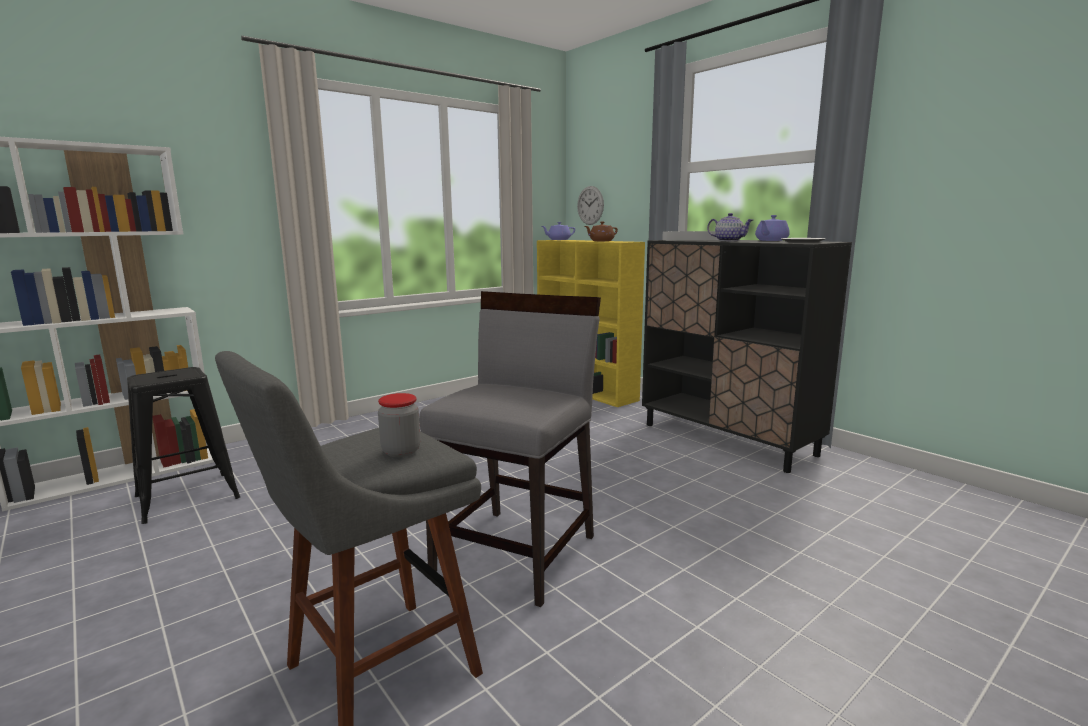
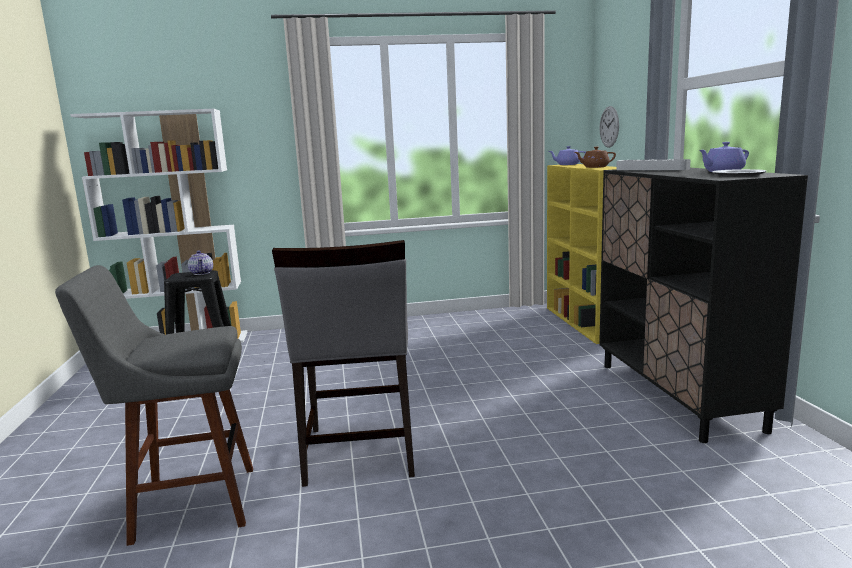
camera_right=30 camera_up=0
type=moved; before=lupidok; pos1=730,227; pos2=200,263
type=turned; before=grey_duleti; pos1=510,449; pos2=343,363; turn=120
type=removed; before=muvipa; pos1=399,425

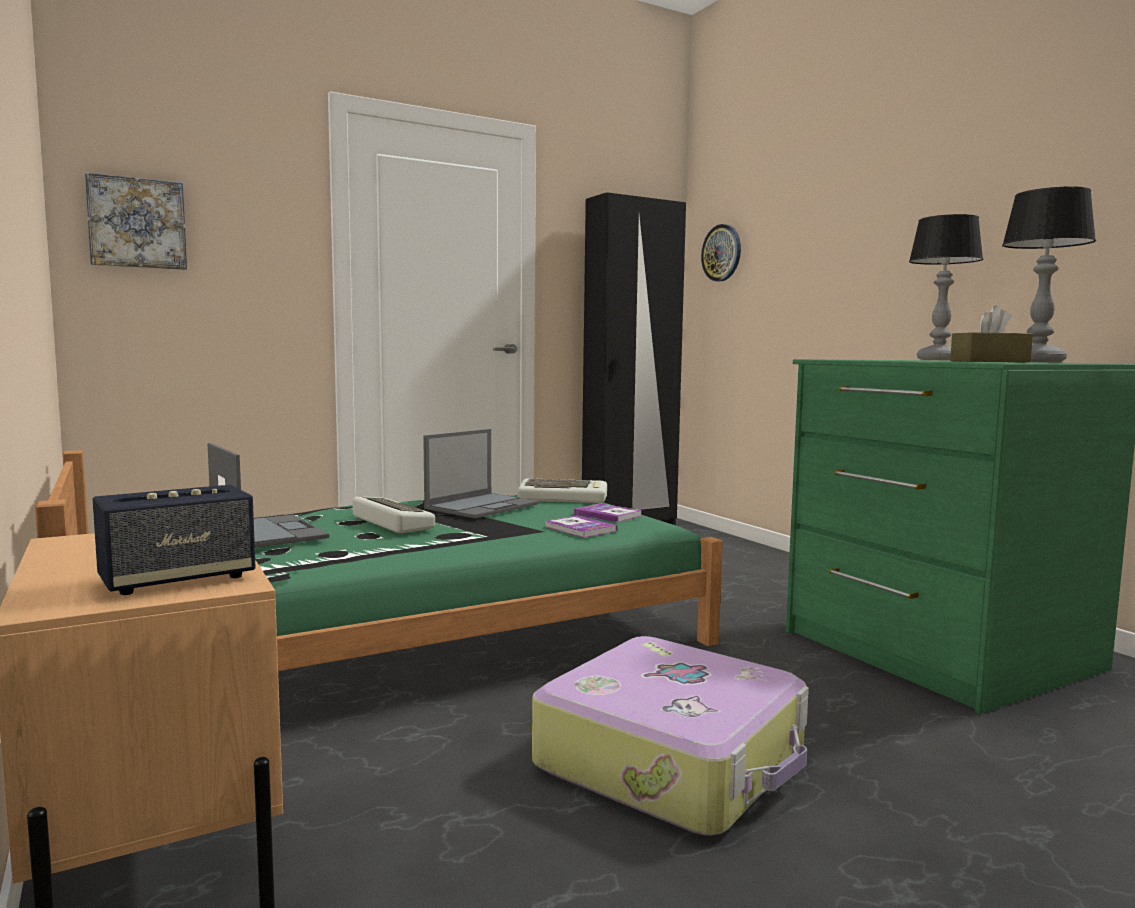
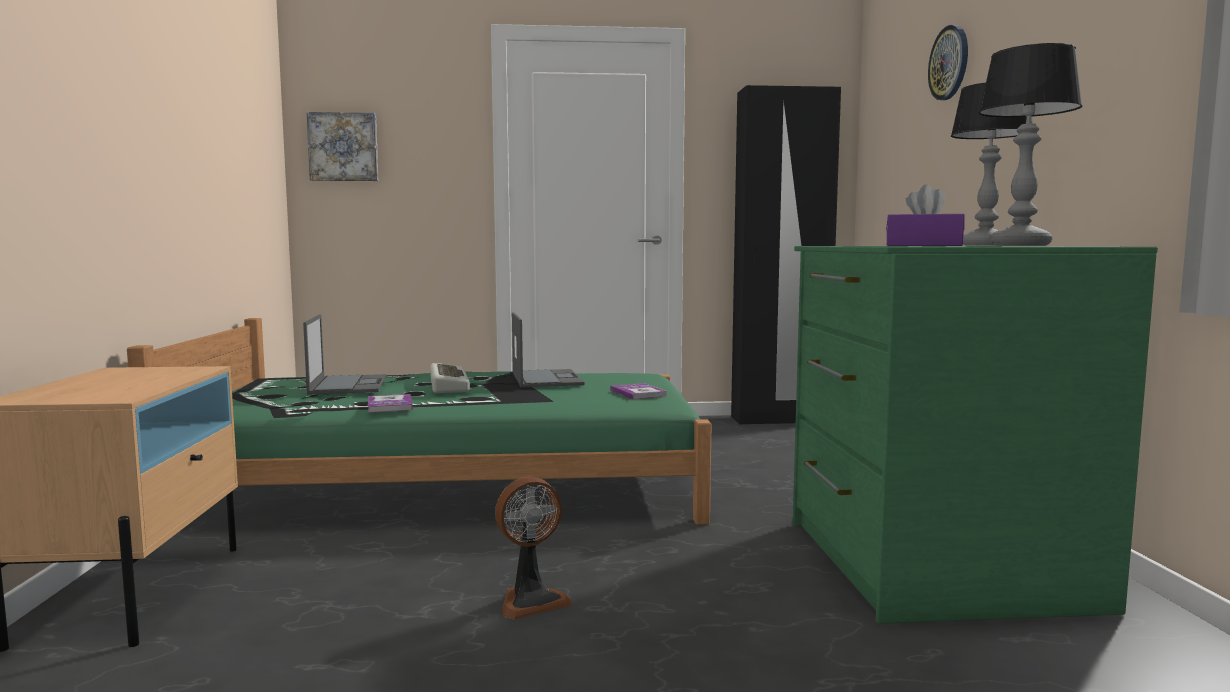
camera_right=25 camera_up=0
type=moved; before=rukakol; pos1=581,527; pos2=390,403
type=replaced; before=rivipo; after=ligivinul; pos1=670,736; pos2=533,548
type=turned; before=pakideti; pos1=481,473; pos2=548,350; turn=-75
type=recoloured; before=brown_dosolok; after=purple_dosolok; pos1=991,334; pos2=925,215
type=moved; before=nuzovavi; pos1=721,253; pos2=948,62
type=removed; before=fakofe; pos1=174,540
type=removed; before=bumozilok; pos1=562,490

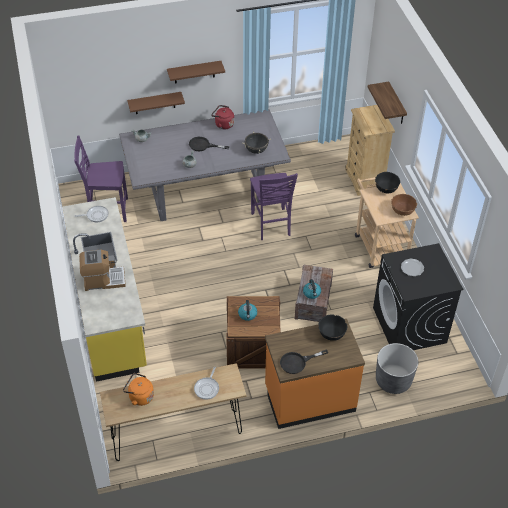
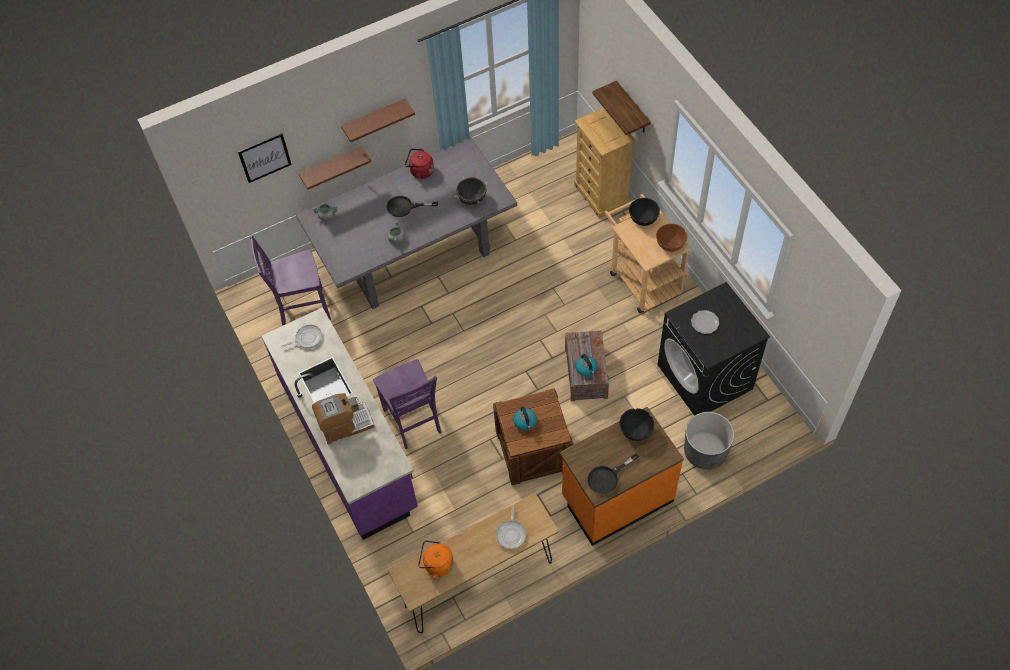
camera_right=-10 camera_up=10
type=added; after=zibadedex; pos2=265,158
type=recoloured; before=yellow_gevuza; after=purple_gevuza; pos1=105,289; pos2=340,423
type=moved; before=purple_duleti; pos1=274,206; pos2=407,404

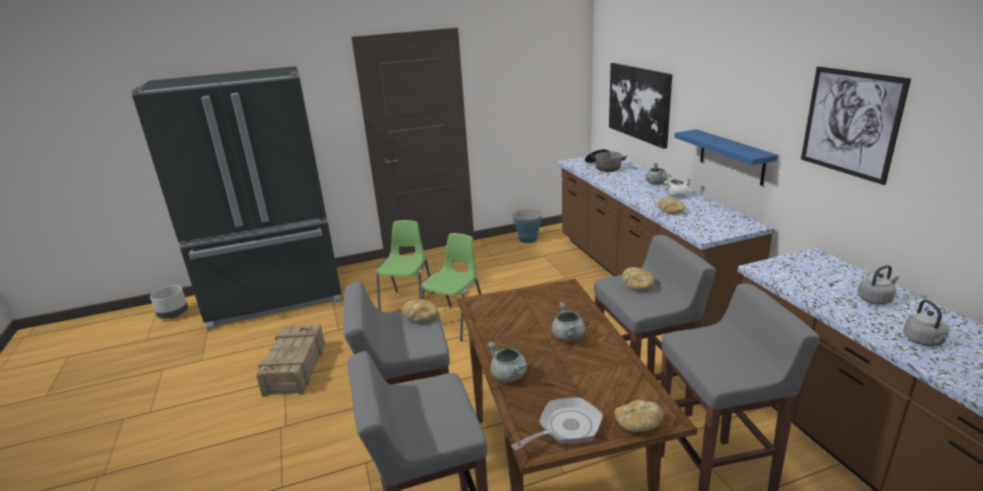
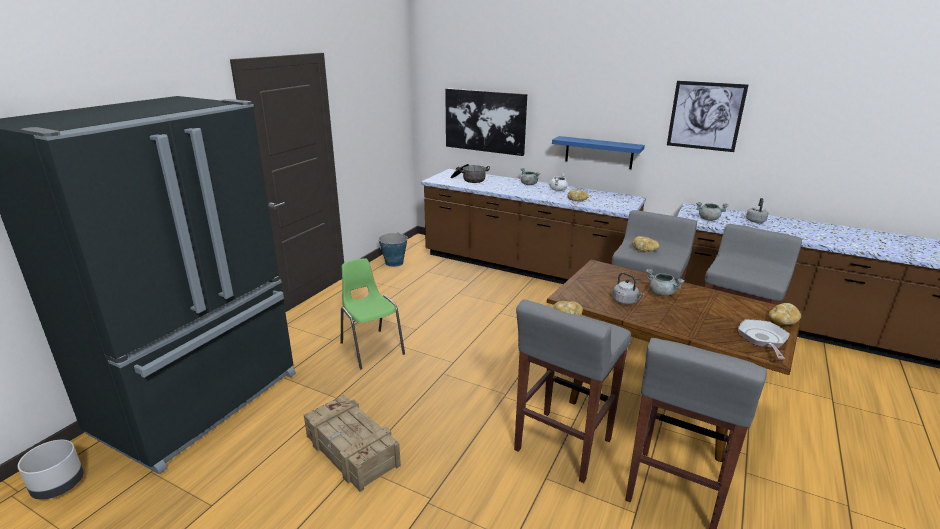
camera_right=-45 camera_up=0
type=moved; before=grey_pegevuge; pos1=926,323; pos2=628,288
type=moved; before=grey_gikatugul; pos1=507,362; pos2=712,211
type=removed; before=green_duleti; pos1=451,287

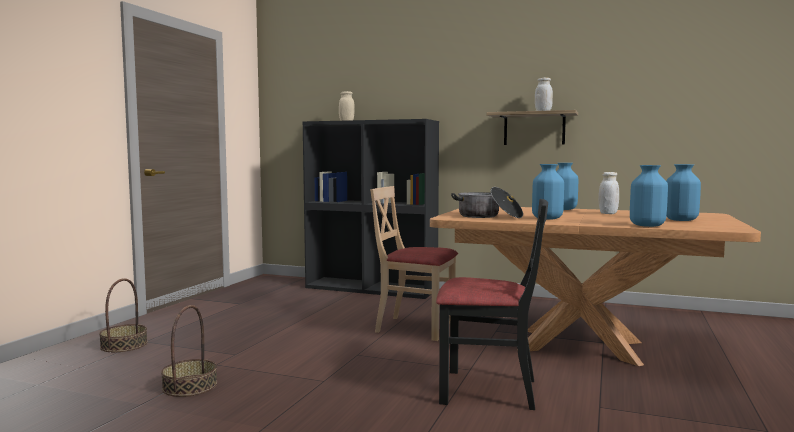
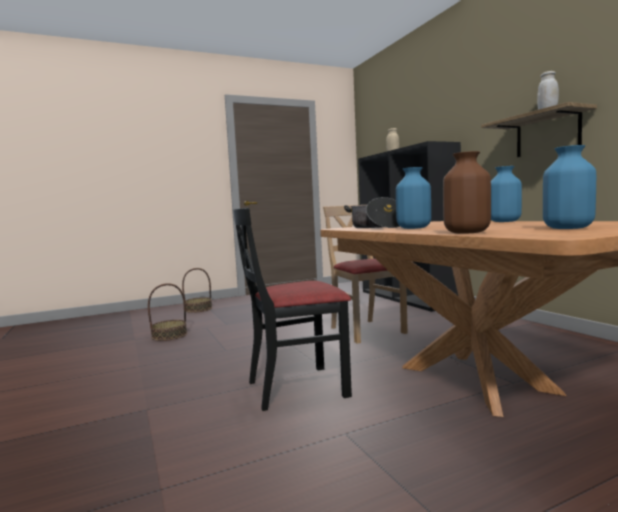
camera_right=45 camera_up=0
type=turned; before=black_duleti; pos1=492,304; pos2=292,309; turn=105
type=recoloured; before=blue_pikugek; after=brown_pikugek; pos1=649,196; pos2=467,192
type=removed; before=white_muvipa; pos1=608,193

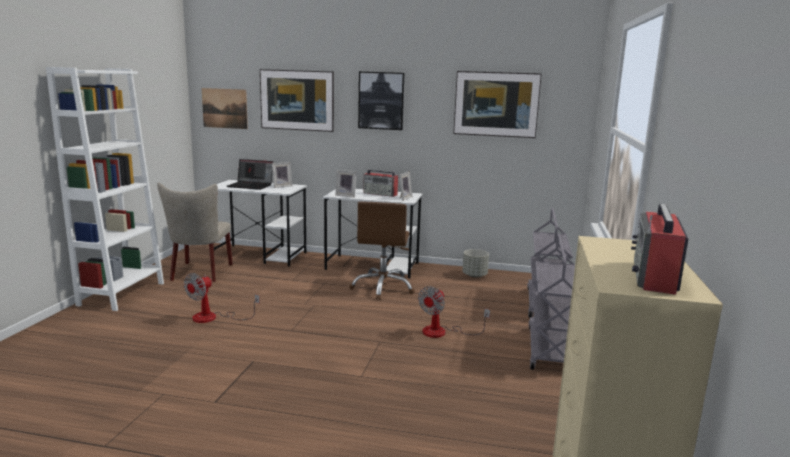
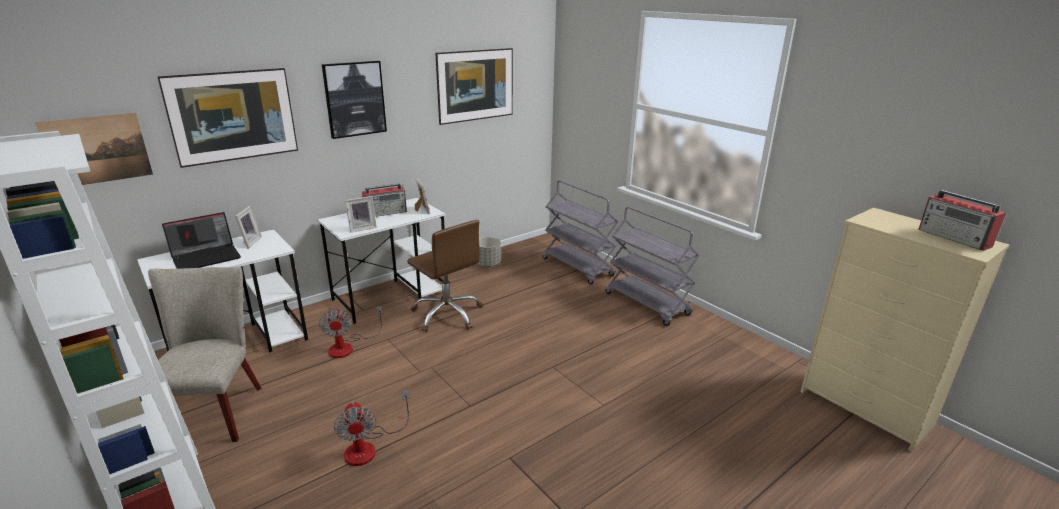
camera_right=-50 camera_up=10
type=turned; before=beige_duleti; pos1=195,232; pos2=204,354; turn=-135
type=moved; before=ligivinul; pos1=454,312; pos2=351,332

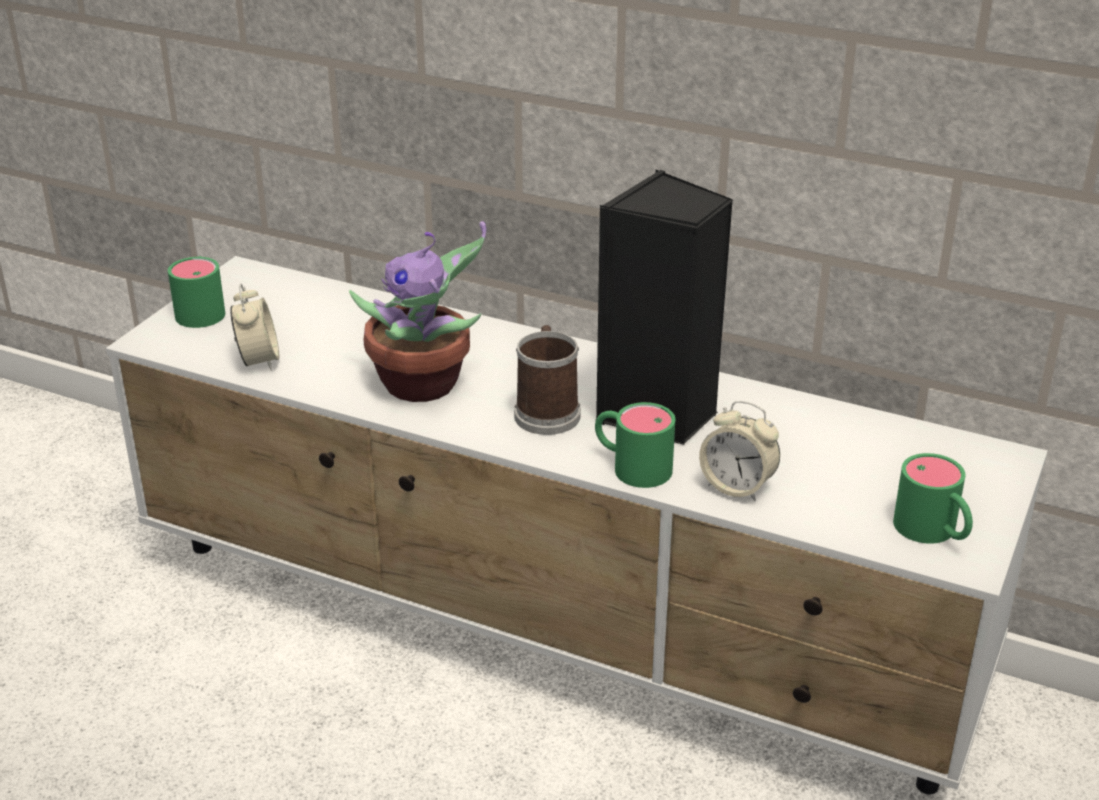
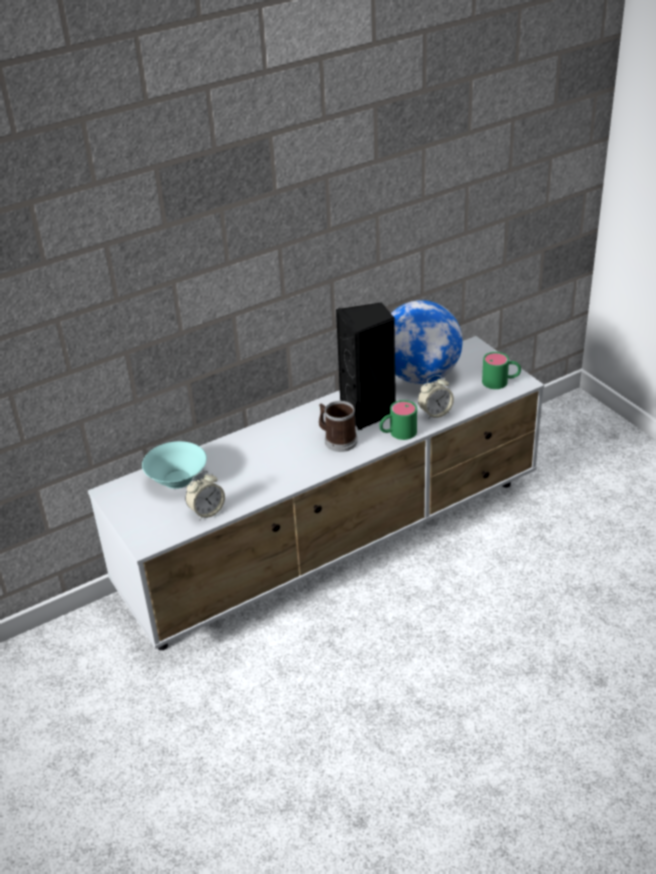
camera_right=-55 camera_up=5
type=added; after=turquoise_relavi; pos2=174,465
type=turned; before=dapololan; pos1=254,327; pos2=205,495; turn=120
type=added; after=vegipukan; pos2=427,342
type=removed; before=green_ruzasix; pos1=196,292
type=removed; before=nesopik; pos1=417,311

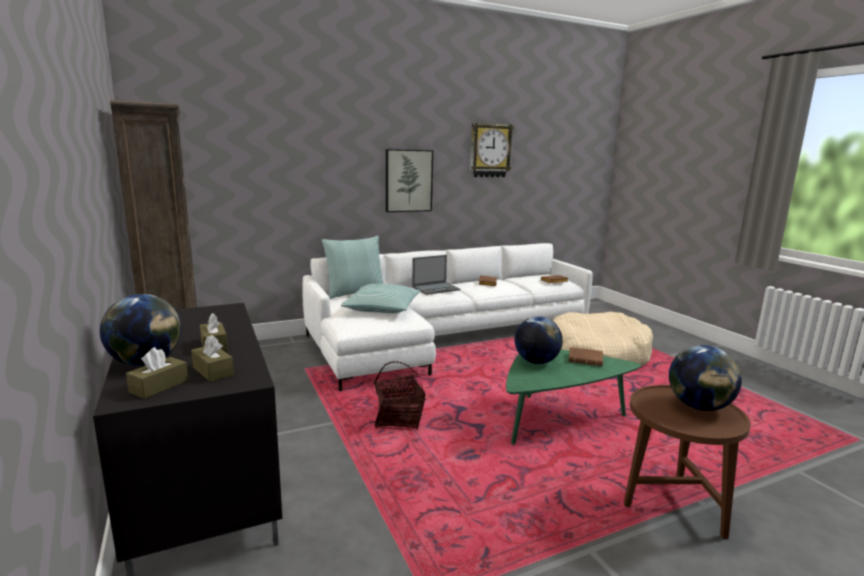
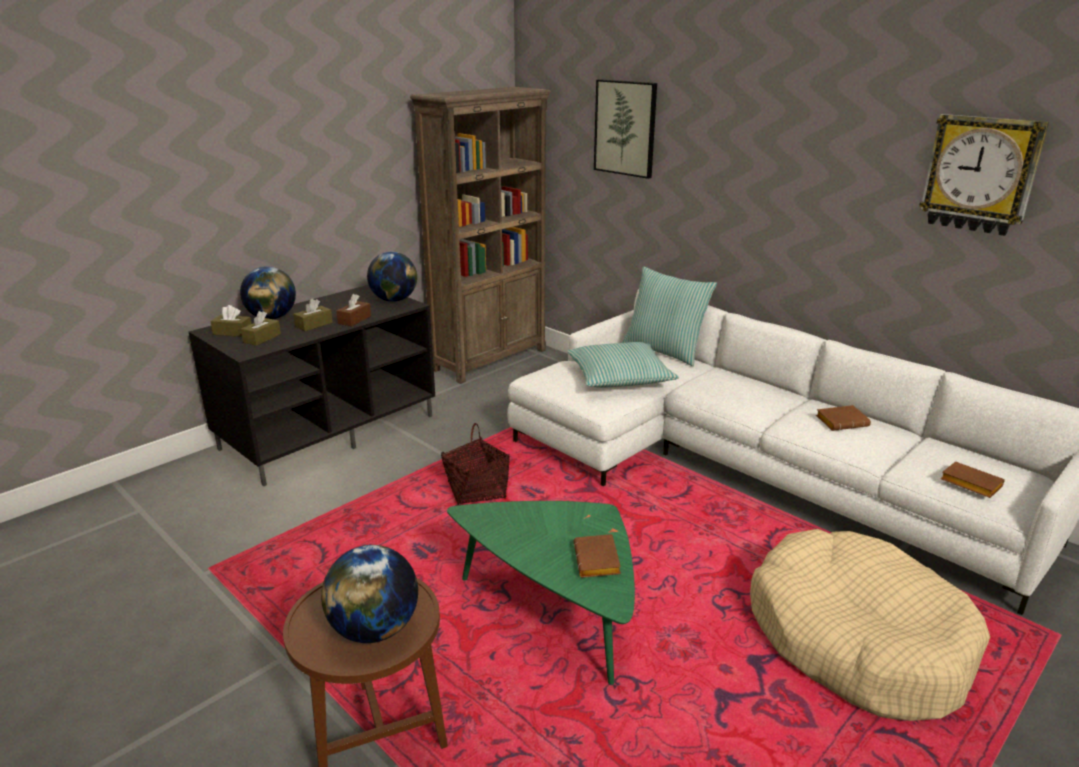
camera_right=70 camera_up=10
type=added; after=brown_dosolok; pos2=353,310
type=moved; before=vegipukan; pos1=538,340; pos2=392,277
type=moved; before=zibadedex; pos1=409,180; pos2=625,129
type=removed; before=pakideti; pos1=436,275

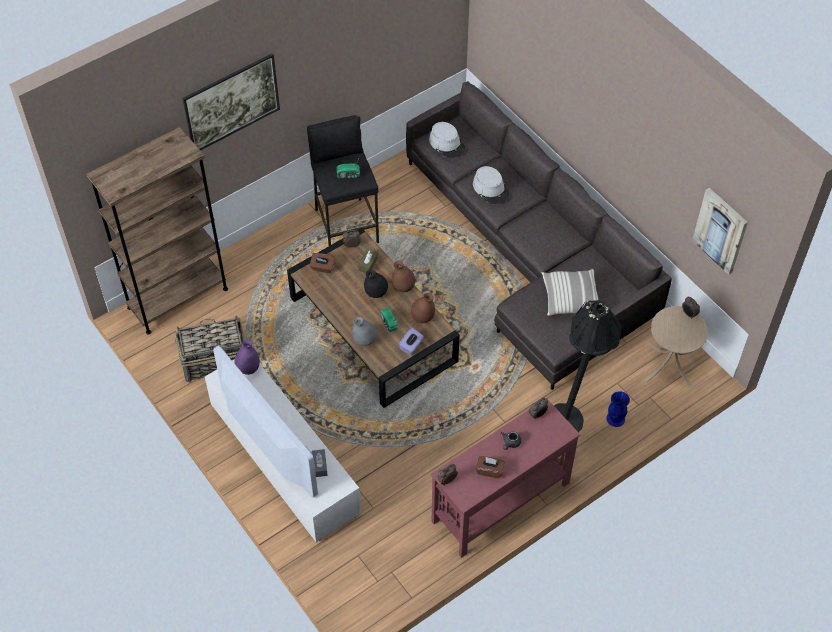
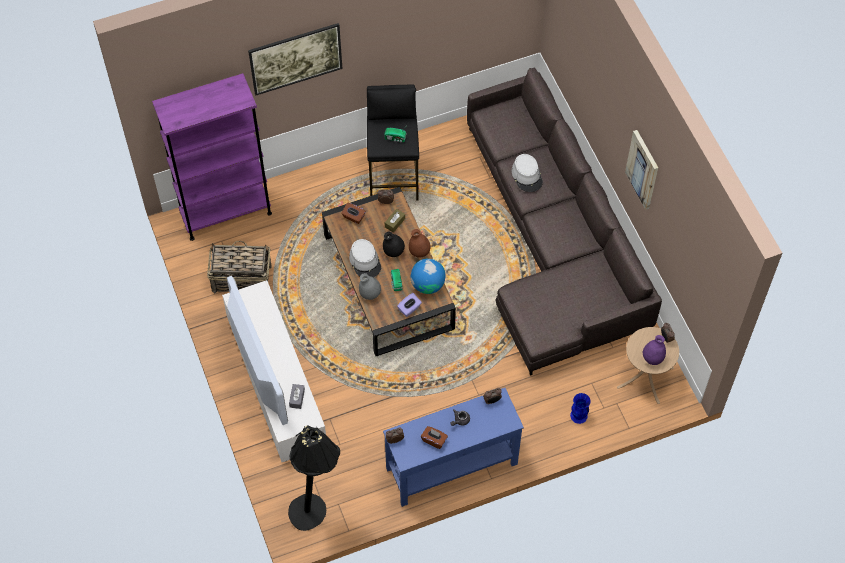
camera_right=15 camera_up=5
type=recoloured; before=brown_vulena; after=purple_vulena; pos1=157,231; pos2=212,157
type=moved; before=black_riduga; pos1=588,366; pos2=314,478
type=moved; before=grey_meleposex; pos1=447,140; pos2=365,258
type=recoloured; before=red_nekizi; after=blue_nekizi; pos1=505,478; pos2=453,447
type=replaced; before=brown_pikugek; after=vegipukan; pos1=423,308; pos2=428,276
type=moved; before=zibadedex; pos1=720,231; pos2=641,170
type=moved; before=purple_pikugek; pos1=247,357; pos2=654,350
type=removed; before=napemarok; pos1=570,292

